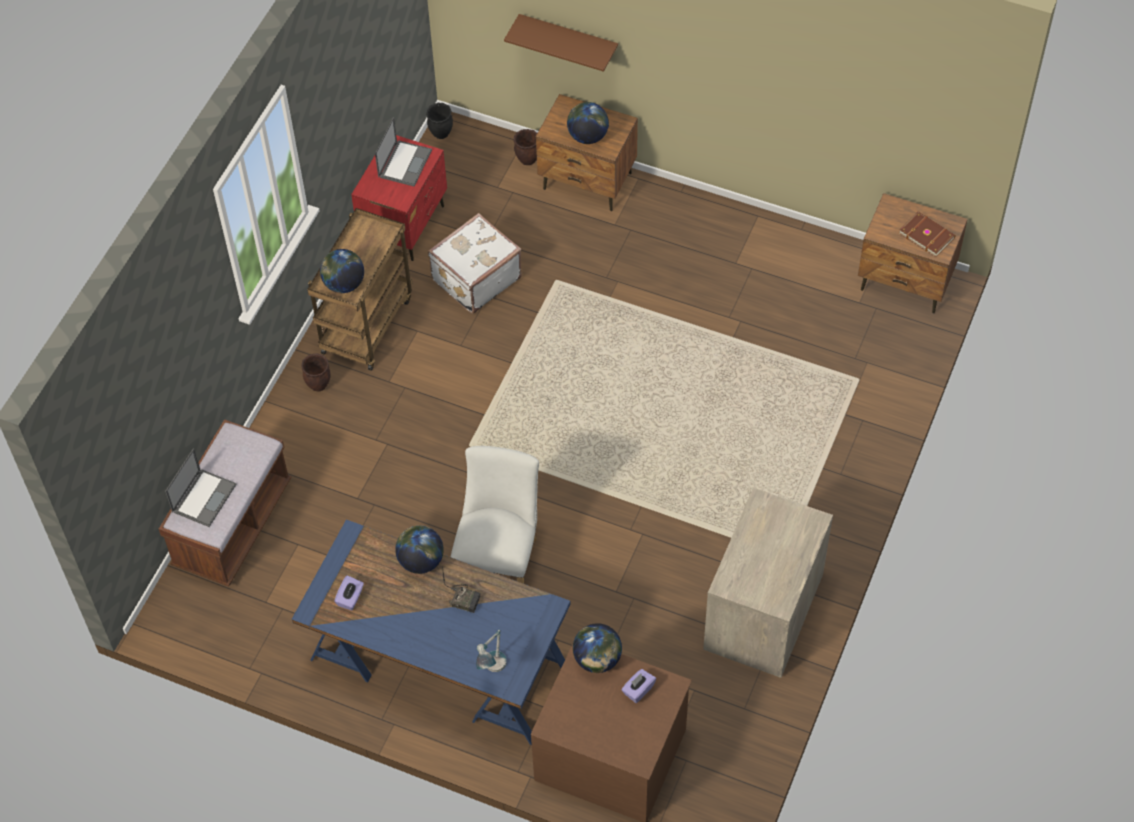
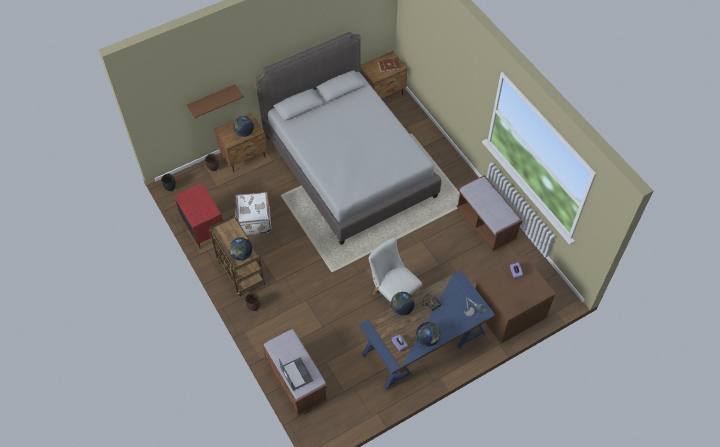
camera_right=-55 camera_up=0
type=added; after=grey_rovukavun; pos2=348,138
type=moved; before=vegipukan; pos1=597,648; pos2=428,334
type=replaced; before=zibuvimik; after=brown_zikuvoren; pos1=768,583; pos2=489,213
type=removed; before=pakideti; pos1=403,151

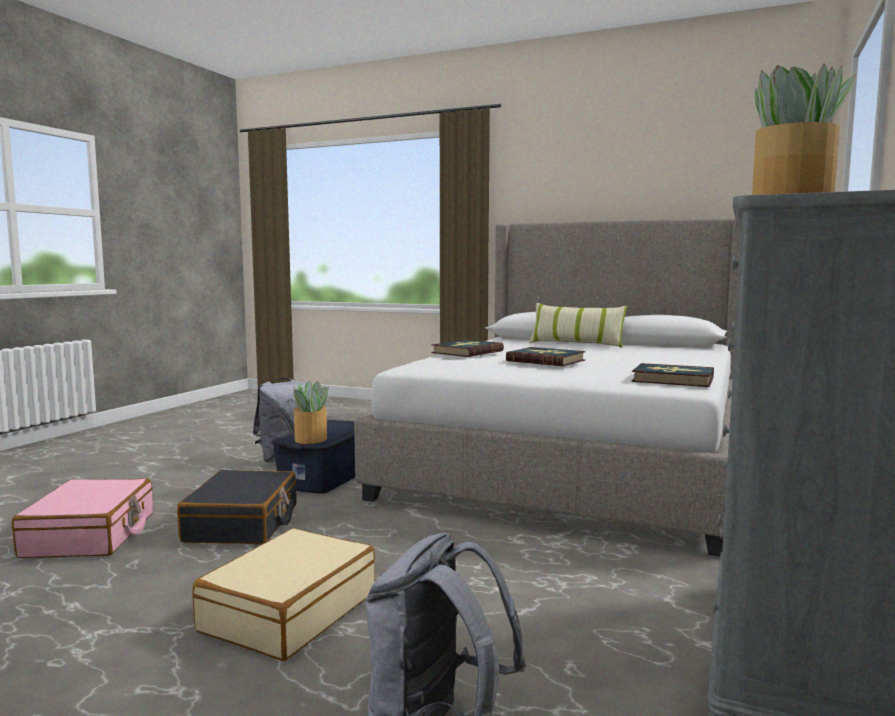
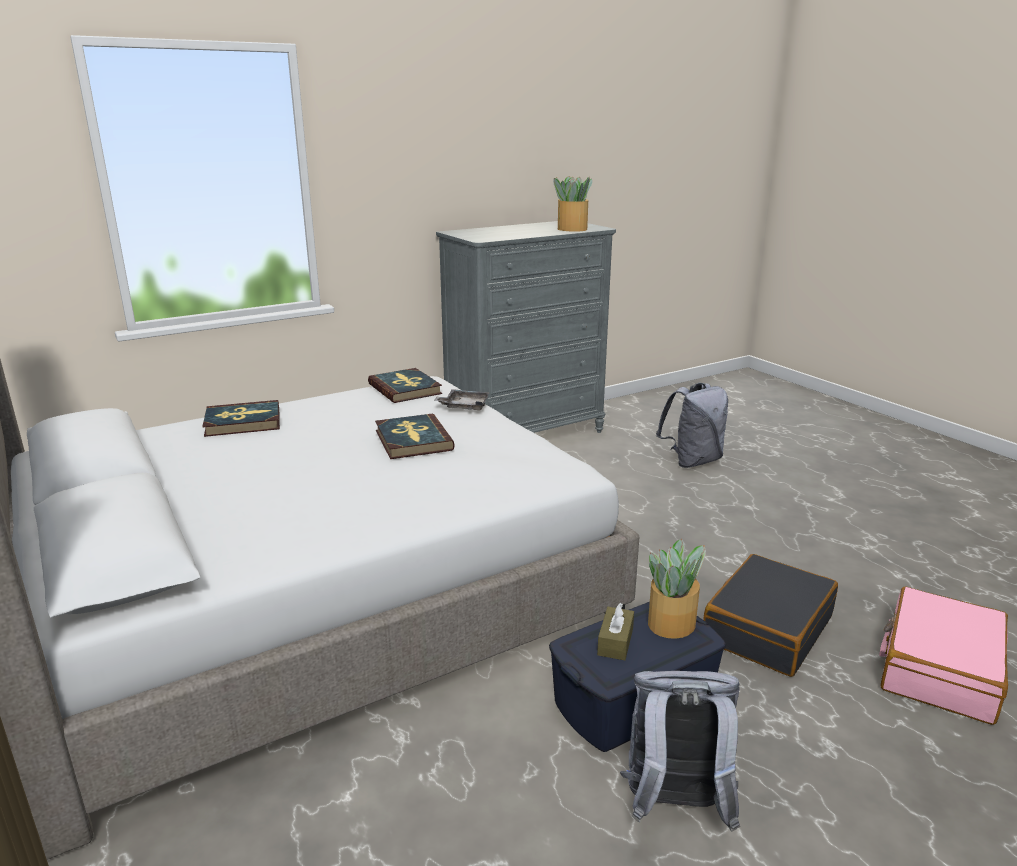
camera_right=-145 camera_up=15
type=moved; before=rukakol; pos1=468,348; pos2=241,418
type=added; after=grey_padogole; pos2=462,399
type=added; after=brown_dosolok; pos2=615,631
type=removed; before=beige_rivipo; pos1=284,594
type=removed; before=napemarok; pos1=578,325

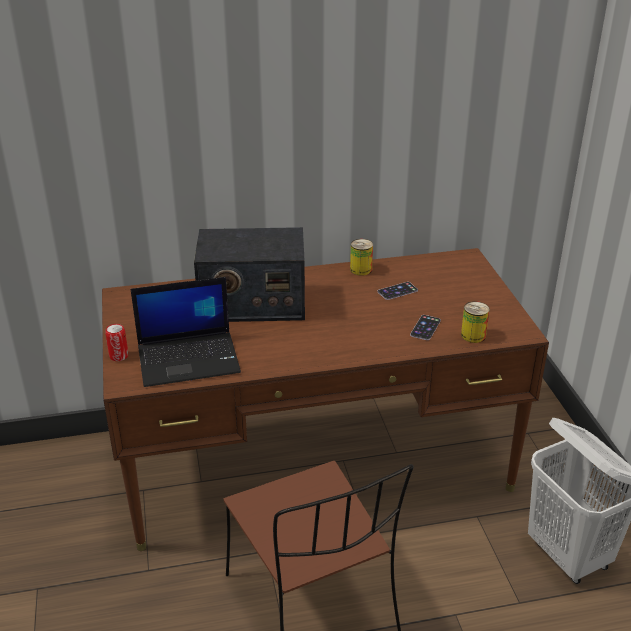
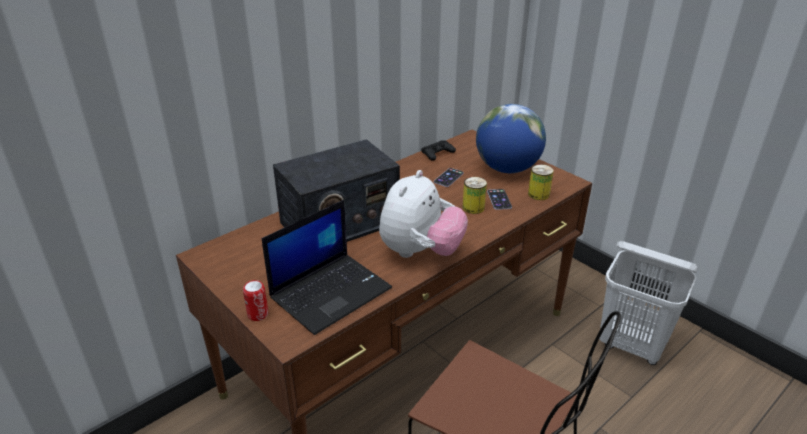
camera_right=-30 camera_up=0
type=added; after=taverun; pos2=423,214
type=added; after=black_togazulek; pos2=438,150
type=moved; before=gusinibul; pos1=361,257; pos2=475,195
type=added; after=vegipukan; pos2=511,138

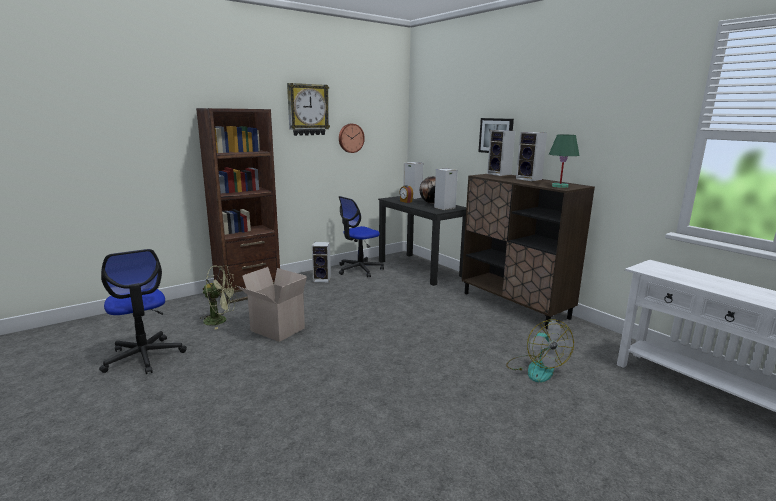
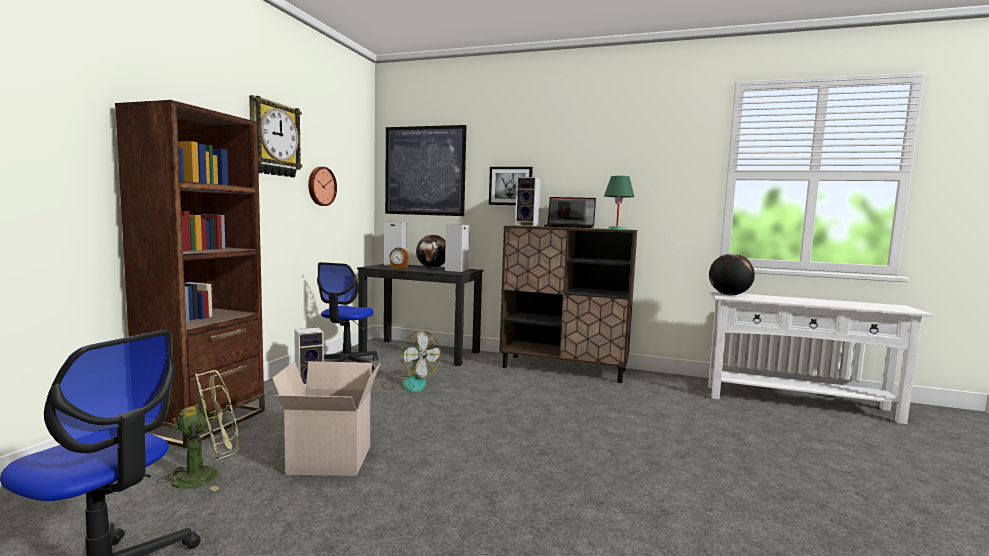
camera_right=-35 camera_up=-10
type=moved; before=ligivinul; pos1=540,351; pos2=411,361
type=added; after=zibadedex; pos2=426,170
type=replaced; before=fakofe; after=pakideti; pos1=531,156; pos2=570,212
type=added; after=vegipukan; pos2=732,274

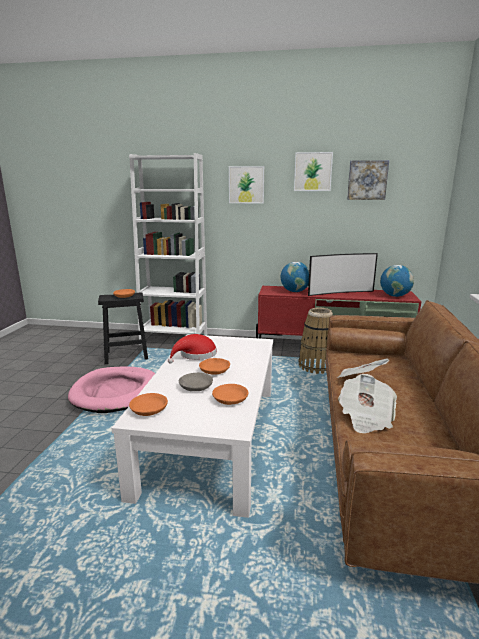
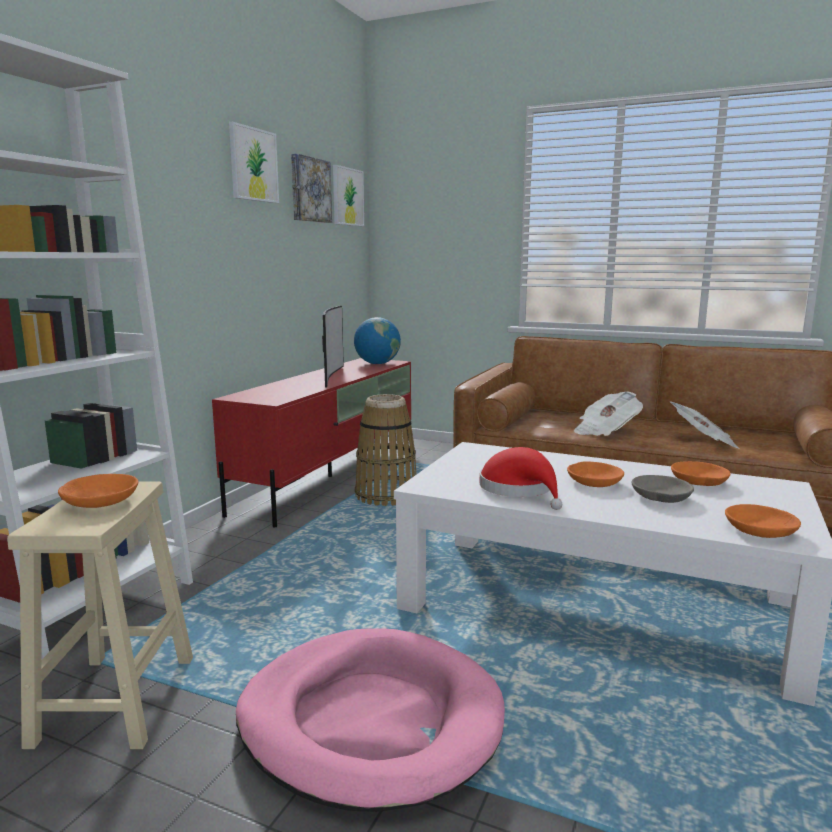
camera_right=-75 camera_up=-5
type=recoloured; before=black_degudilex; after=beige_degudilex; pos1=123,328; pos2=100,615
type=moved; before=zibadedex; pos1=246,185; pos2=348,195
type=removed; before=vegipukan; pos1=294,277

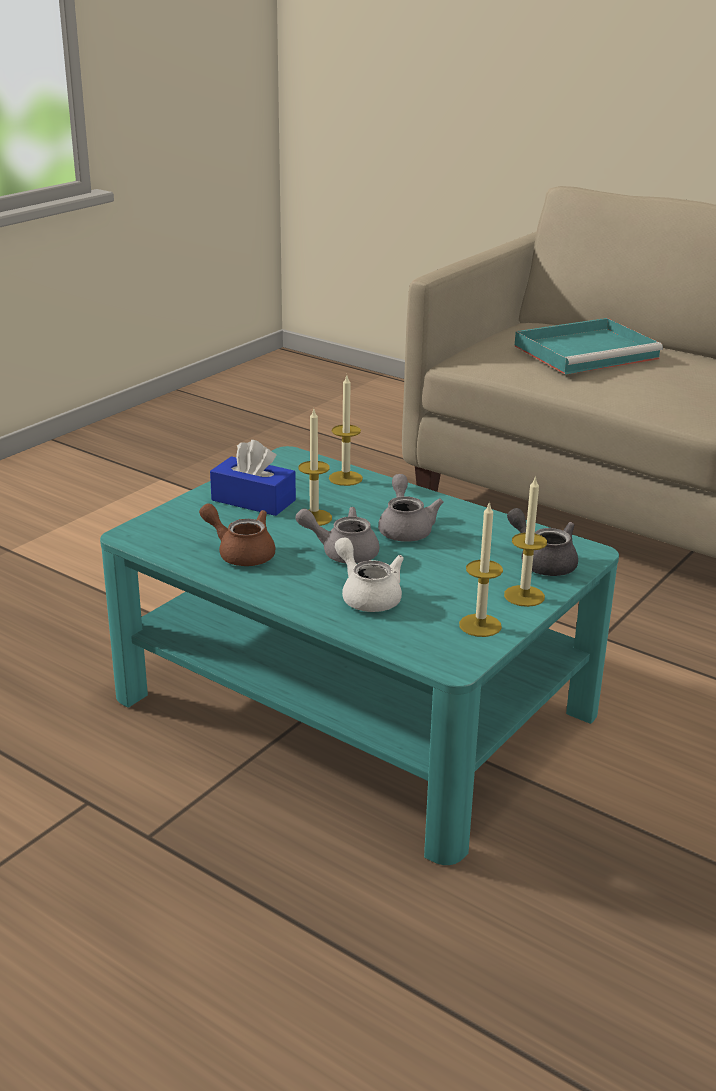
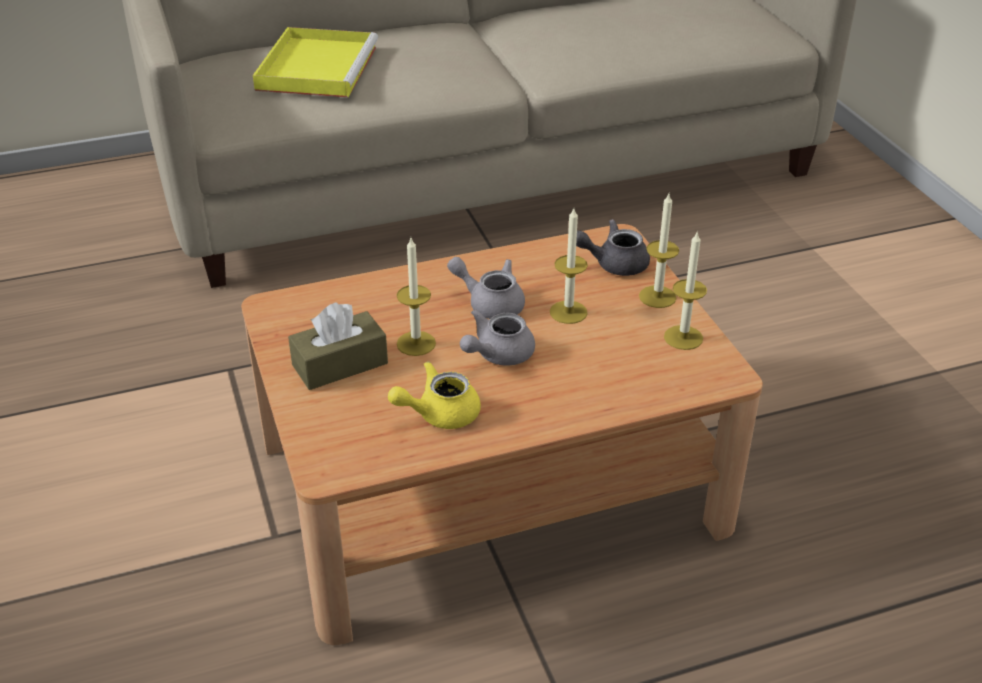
camera_right=-55 camera_up=10
type=recoloured; before=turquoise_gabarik; after=brown_gabarik; pos1=359,655; pos2=502,434
type=recoloured; before=turquoise_padogole; after=yellow_padogole; pos1=588,346; pos2=315,62
type=recoloured; before=blue_dosolok; after=brown_dosolok; pos1=253,478; pos2=338,346
type=recoloured; before=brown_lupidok; after=yellow_lupidok; pos1=237,534; pos2=434,395
type=moved; before=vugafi; pos1=346,431; pos2=569,266
type=removed; before=white_lupidok; pos1=369,574

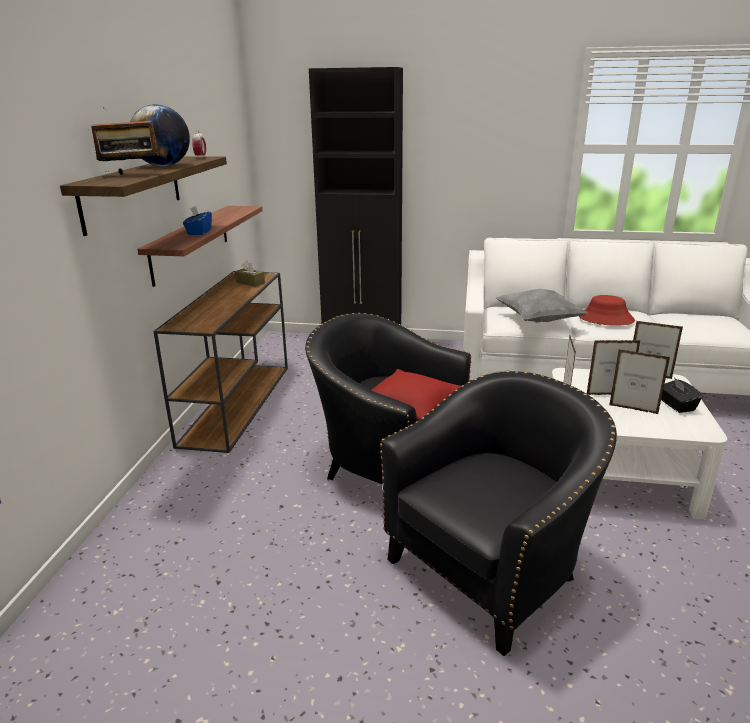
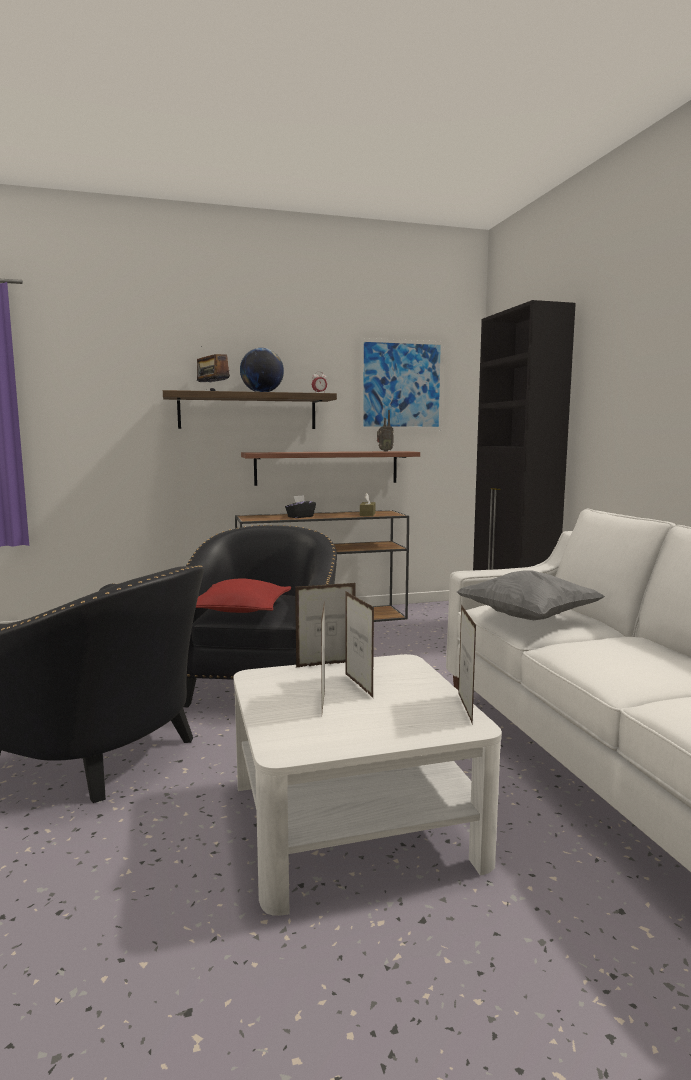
camera_right=65 camera_up=-15
type=moved; before=black_dosolok; pos1=682,395; pos2=300,506
type=added; after=zibadedex; pos2=401,384
type=added; after=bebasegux; pos2=385,431
type=removed; before=blue_dosolok; pos1=197,220
type=removed; before=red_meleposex; pos1=607,310

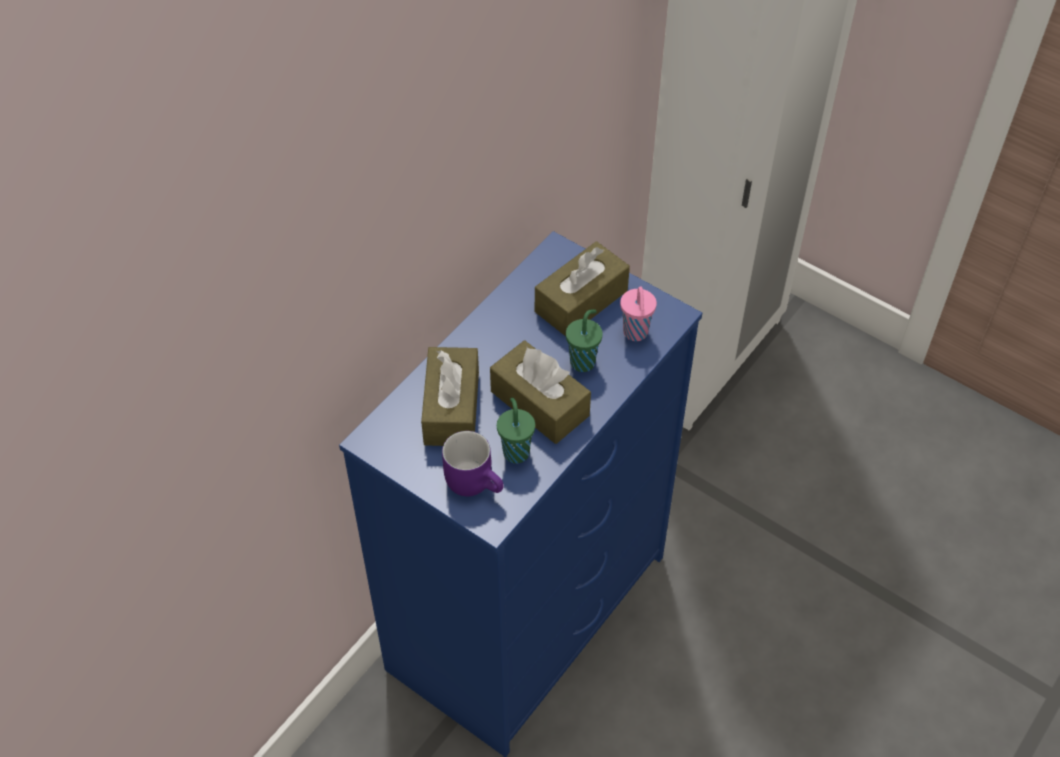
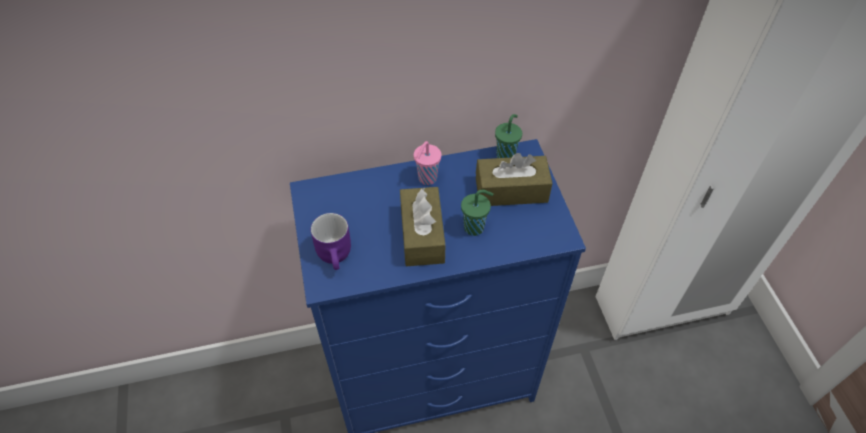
camera_right=40 camera_up=0
type=moved; before=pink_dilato; pos1=638,313; pos2=427,163
type=moved; before=green_dilato; pos1=516,430; pos2=508,136
type=removed; before=brown_dosolok; pos1=450,396

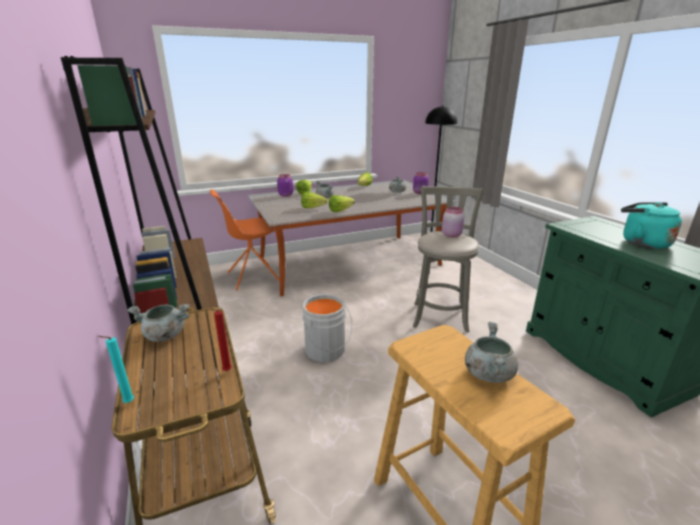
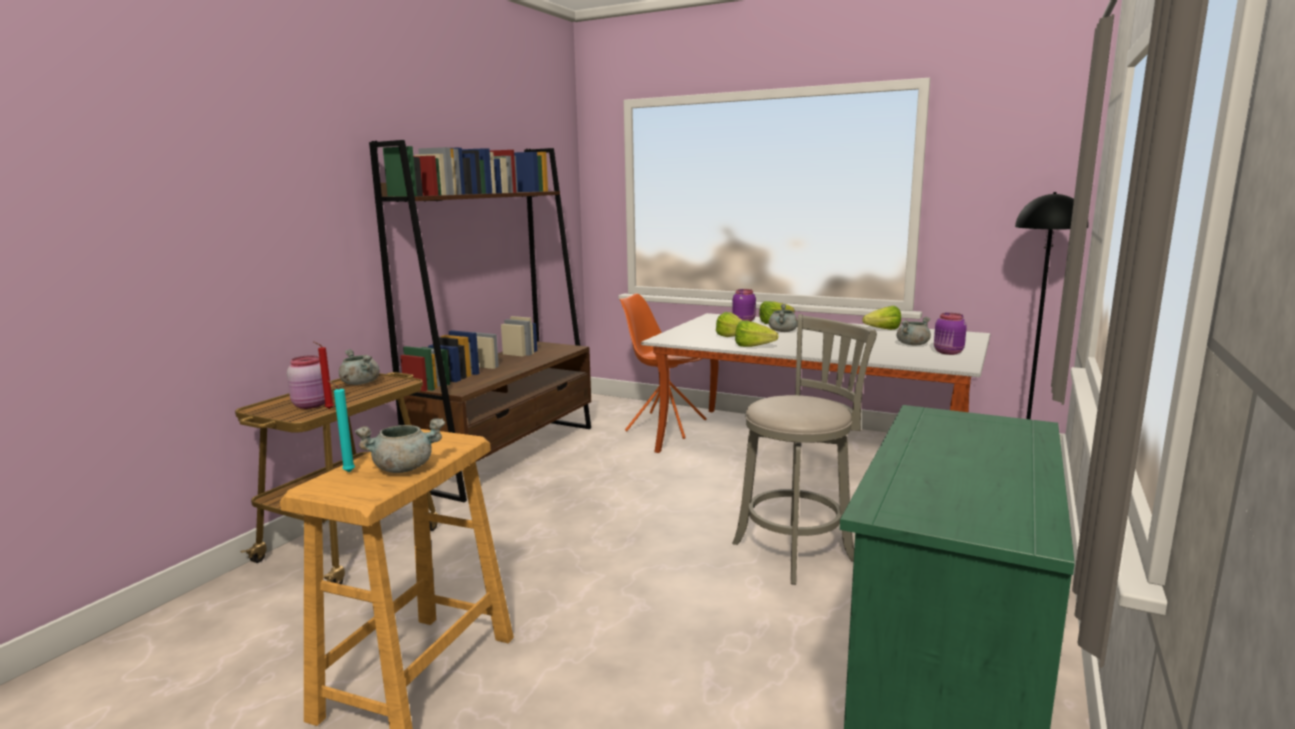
camera_right=50 camera_up=-10
type=moved; before=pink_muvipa; pos1=453,222; pos2=306,382
type=moved; before=turquoise_vugafi; pos1=116,369; pos2=341,426
type=removed; before=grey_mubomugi; pos1=327,328
type=removed; before=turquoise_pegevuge; pos1=651,225

